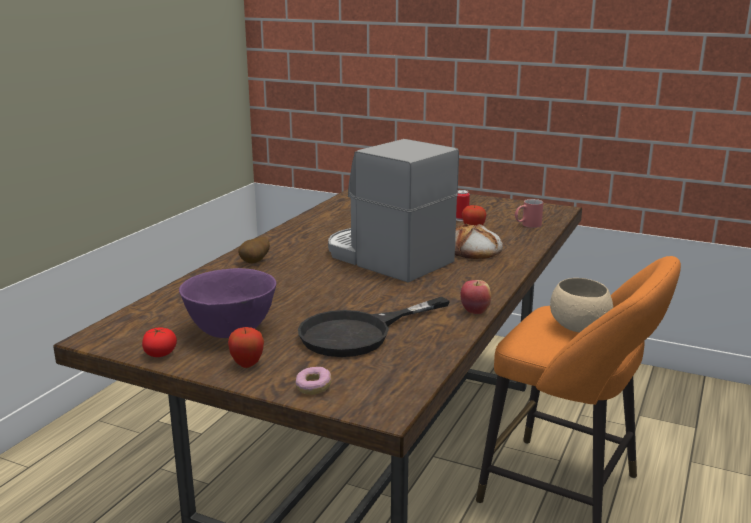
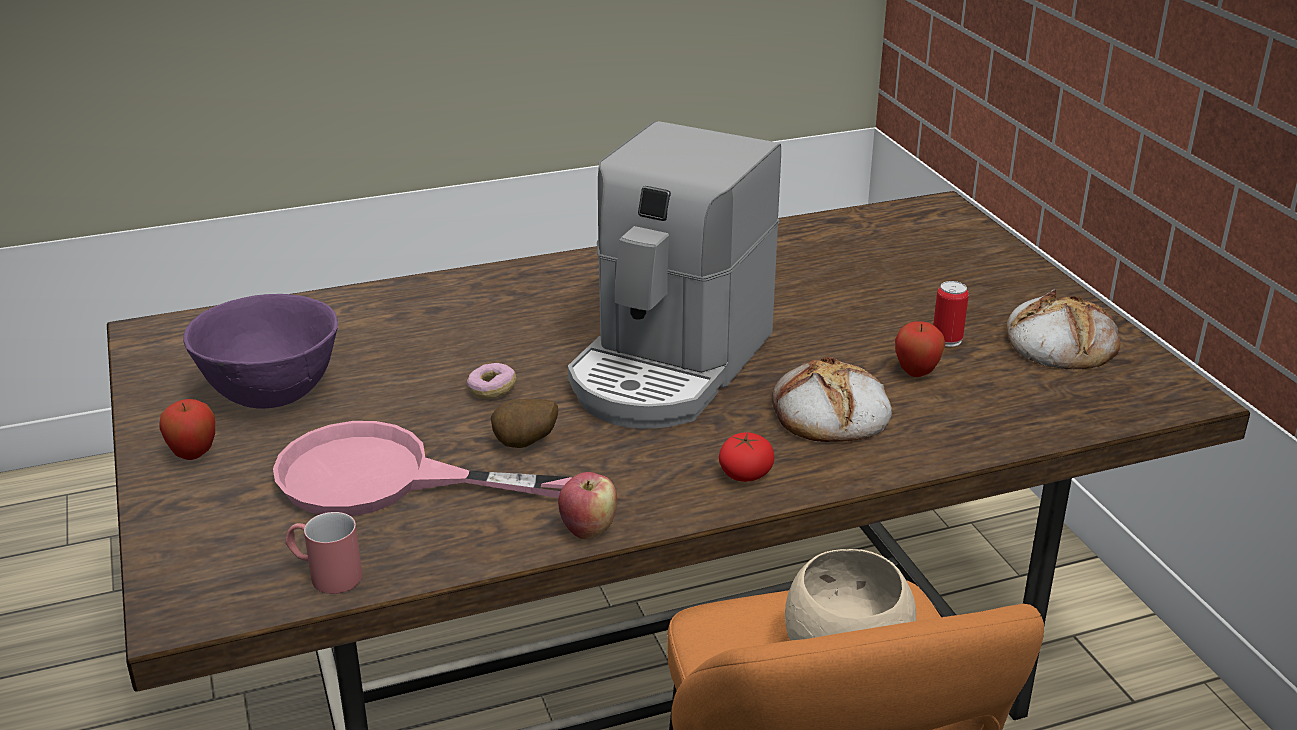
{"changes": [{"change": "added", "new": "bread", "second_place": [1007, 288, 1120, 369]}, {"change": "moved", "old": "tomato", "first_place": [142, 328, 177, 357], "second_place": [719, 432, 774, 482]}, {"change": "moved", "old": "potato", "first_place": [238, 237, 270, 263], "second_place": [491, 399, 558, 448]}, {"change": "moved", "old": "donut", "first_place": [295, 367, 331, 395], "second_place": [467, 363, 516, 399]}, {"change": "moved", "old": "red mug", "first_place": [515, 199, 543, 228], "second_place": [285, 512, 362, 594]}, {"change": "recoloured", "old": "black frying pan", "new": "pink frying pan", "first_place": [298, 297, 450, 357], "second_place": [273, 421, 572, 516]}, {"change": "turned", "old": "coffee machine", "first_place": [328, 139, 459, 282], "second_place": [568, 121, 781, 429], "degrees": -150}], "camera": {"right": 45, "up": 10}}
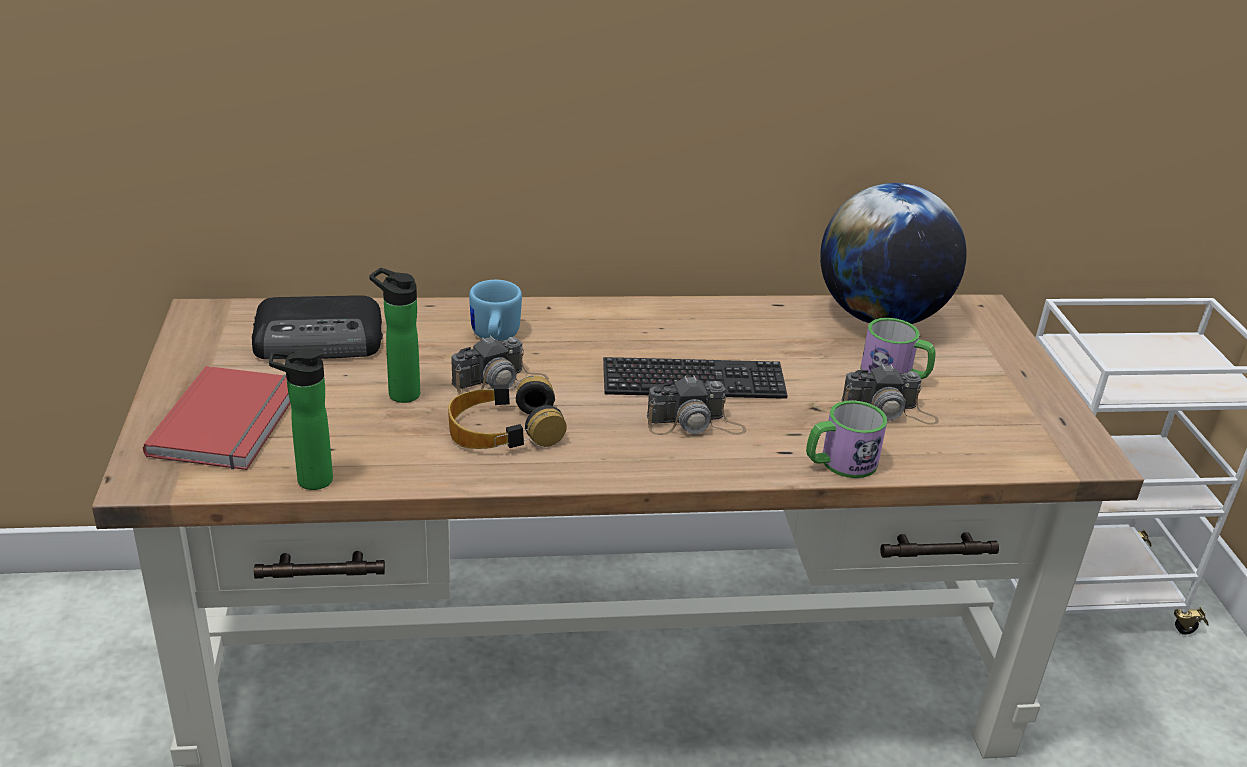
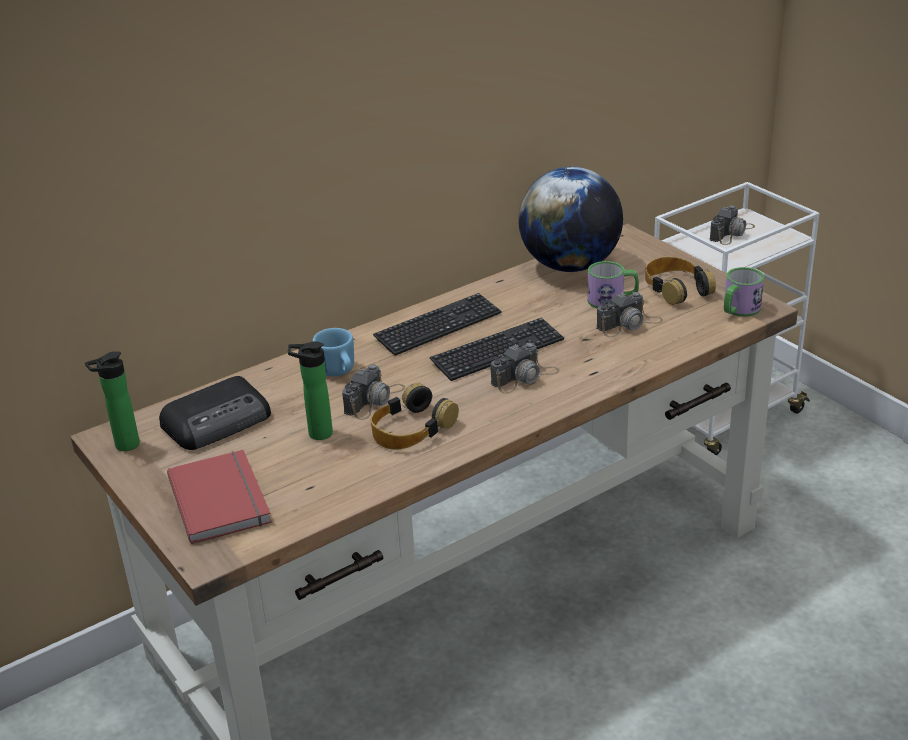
{"changes": [{"change": "added", "new": "keyboard", "second_place": [373, 293, 501, 356]}, {"change": "added", "new": "headphones", "second_place": [645, 257, 716, 305]}, {"change": "added", "new": "photo camera", "second_place": [710, 205, 755, 245]}, {"change": "moved", "old": "bottle", "first_place": [269, 348, 333, 490], "second_place": [85, 351, 140, 451]}, {"change": "moved", "old": "mug", "first_place": [806, 400, 887, 478], "second_place": [724, 267, 764, 317]}], "camera": {"right": -25, "up": 0}}
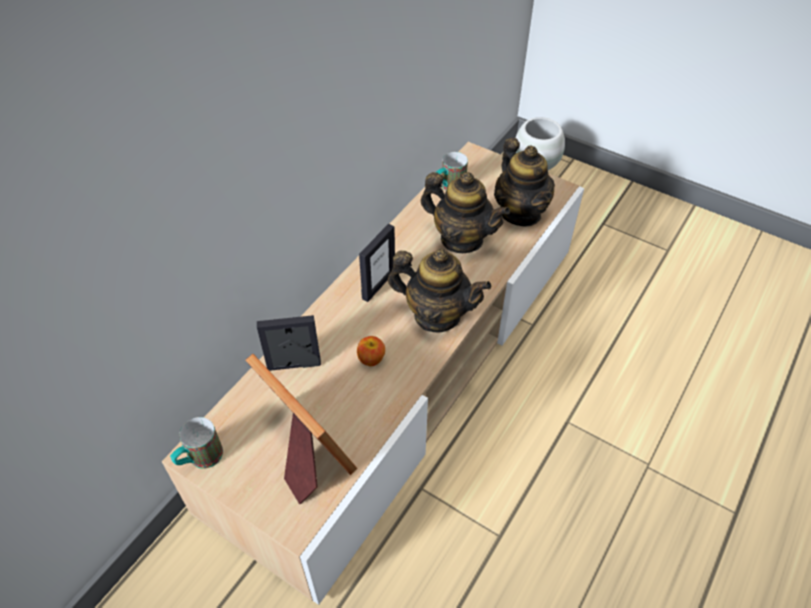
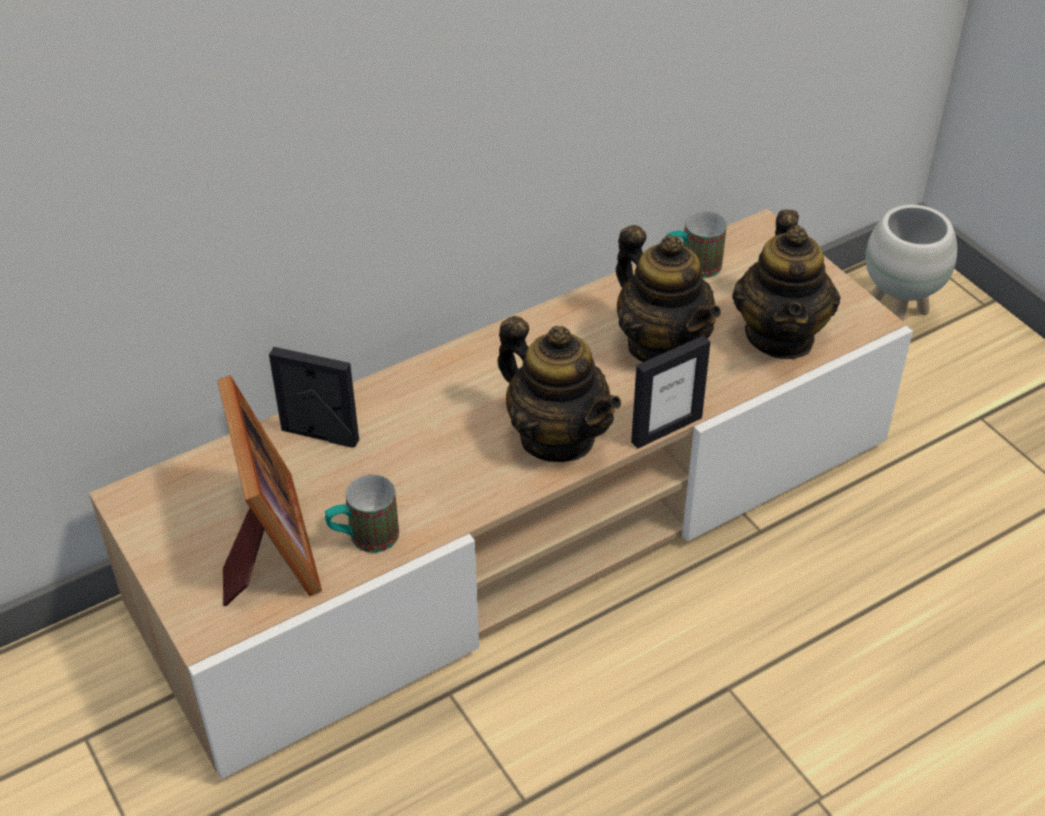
{"changes": [{"change": "removed", "old": "apple", "first_place": [357, 336, 385, 366]}, {"change": "moved", "old": "mug", "first_place": [170, 417, 223, 469], "second_place": [325, 474, 399, 553]}, {"change": "moved", "old": "picture frame", "first_place": [359, 224, 395, 302], "second_place": [631, 335, 711, 449]}], "camera": {"right": 25, "up": -5}}
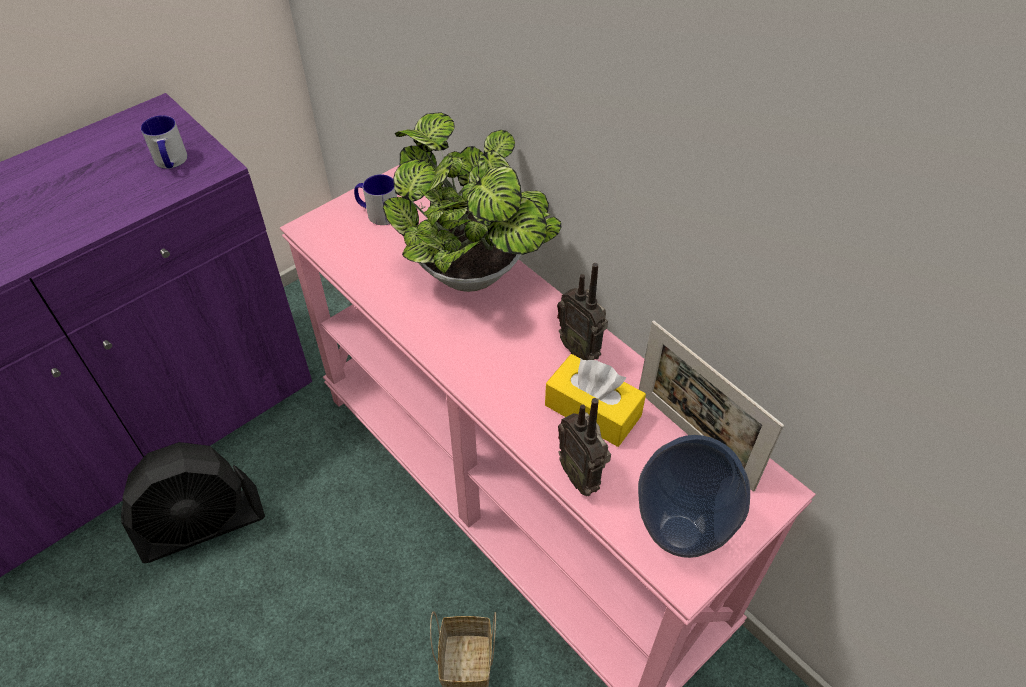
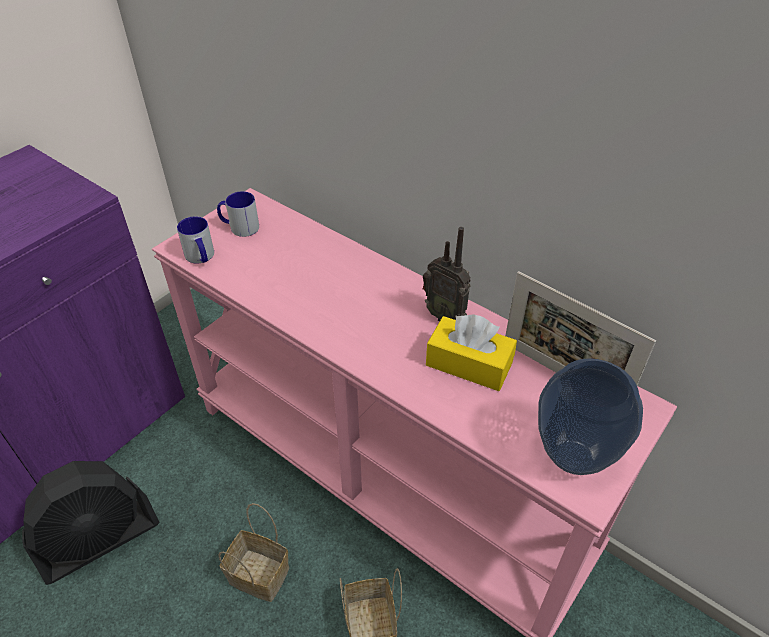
{"changes": [{"change": "removed", "old": "potted plant", "first_place": [383, 112, 561, 292]}, {"change": "removed", "old": "radio", "first_place": [558, 398, 611, 496]}, {"change": "added", "new": "basket", "second_place": [218, 503, 289, 602]}, {"change": "moved", "old": "mug", "first_place": [141, 115, 187, 169], "second_place": [177, 216, 214, 264]}], "camera": {"right": -10, "up": -5}}
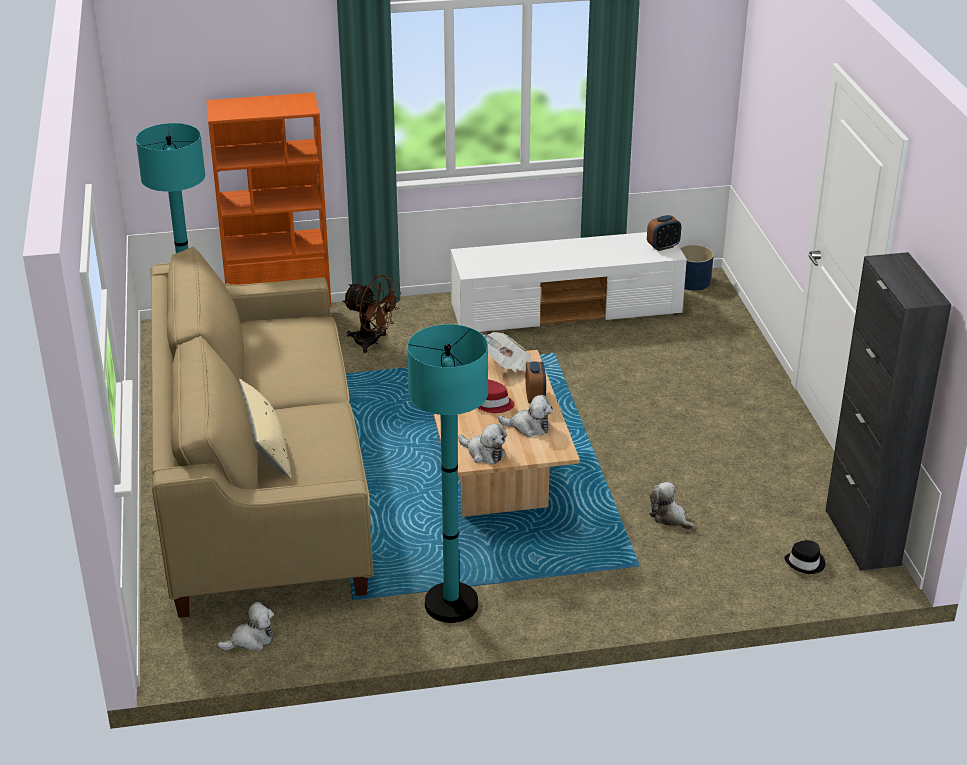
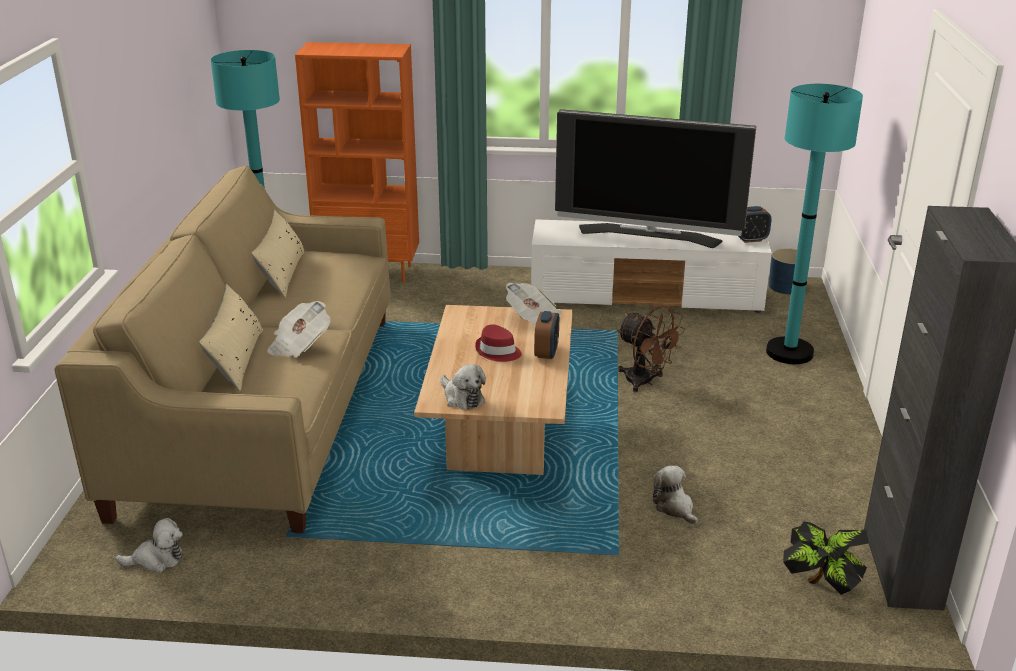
{"changes": [{"change": "removed", "old": "plush toy", "first_place": [498, 395, 553, 437]}, {"change": "added", "new": "beige pillow", "second_place": [251, 210, 305, 297]}, {"change": "added", "new": "newspaper", "second_place": [267, 301, 331, 358]}, {"change": "added", "new": "television", "second_place": [555, 109, 756, 248]}, {"change": "moved", "old": "brown fan", "first_place": [343, 275, 401, 353], "second_place": [617, 305, 685, 392]}, {"change": "moved", "old": "turquoise floor lamp", "first_place": [407, 324, 488, 623], "second_place": [766, 84, 863, 364]}, {"change": "replaced", "old": "black hat", "new": "potted plant", "first_place": [784, 540, 825, 574], "second_place": [783, 521, 869, 595]}], "camera": {"right": 15, "up": -5}}
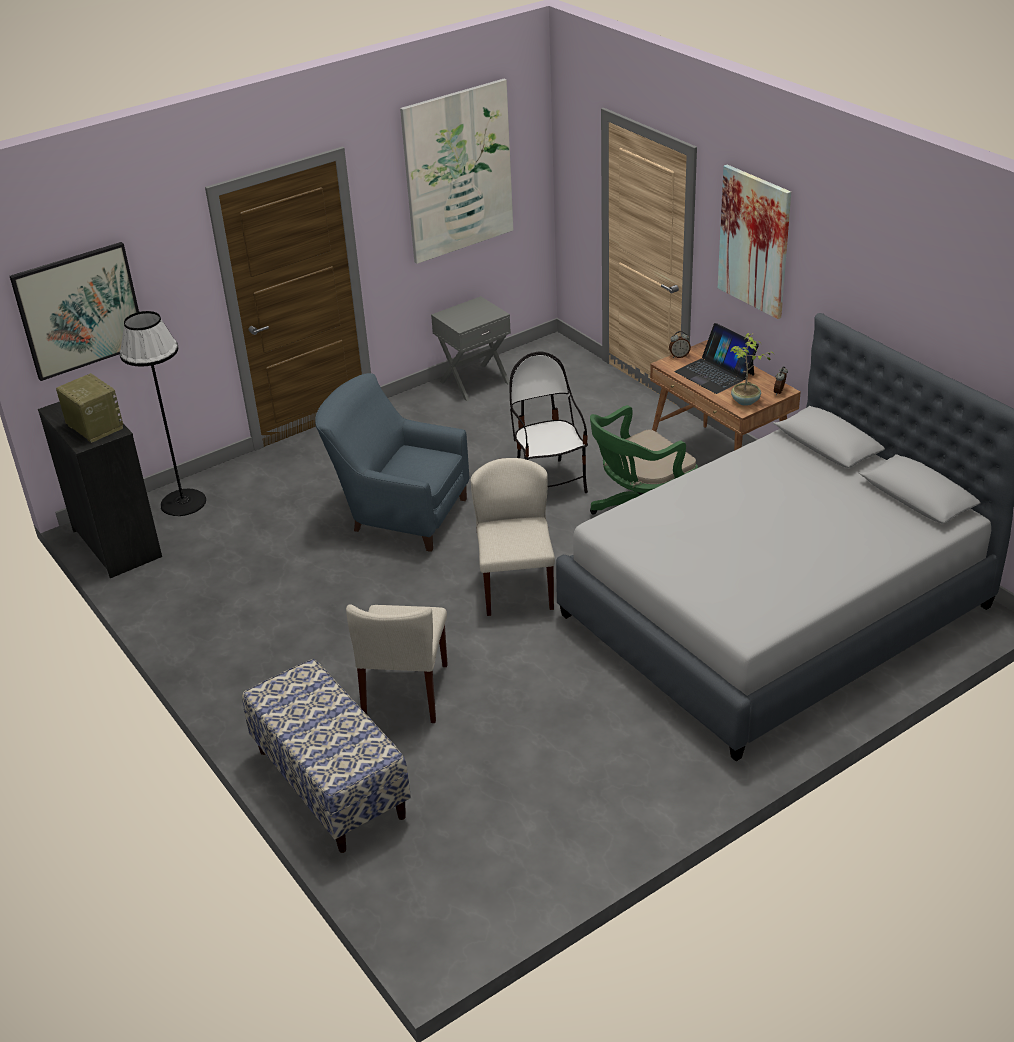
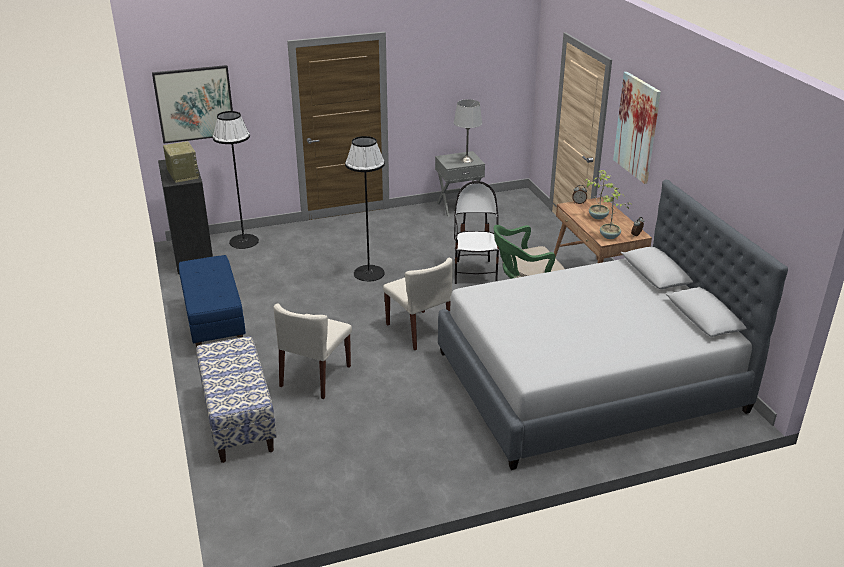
{"changes": [{"change": "removed", "old": "picture", "first_place": [400, 79, 514, 264]}, {"change": "added", "new": "blue bench", "second_place": [179, 255, 246, 348]}, {"change": "added", "new": "grey table lamp", "second_place": [454, 99, 482, 163]}, {"change": "replaced", "old": "blue armchair", "new": "black floor lamp", "first_place": [315, 373, 469, 552], "second_place": [345, 136, 385, 282]}, {"change": "replaced", "old": "laptop", "new": "potted plant", "first_place": [674, 323, 759, 394], "second_place": [585, 170, 615, 220]}, {"change": "turned", "old": "beige chair", "first_place": [471, 458, 555, 616], "second_place": [383, 258, 453, 350], "degrees": 135}], "camera": {"right": 15, "up": -5}}
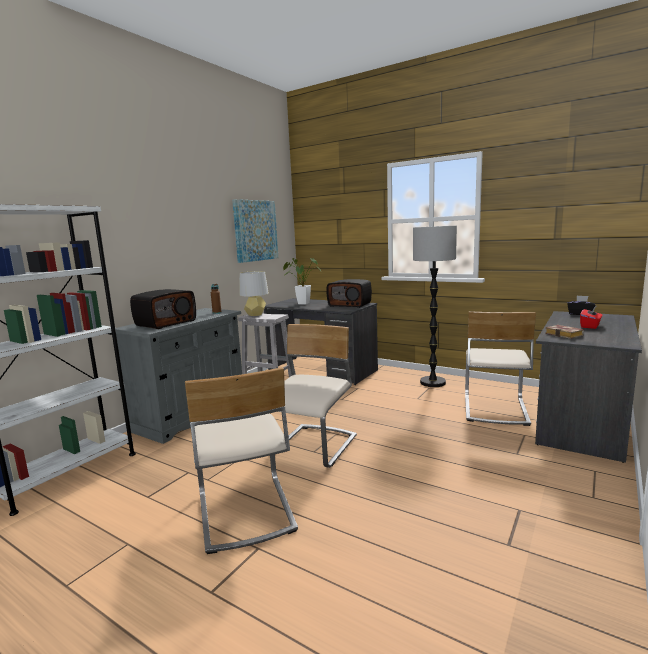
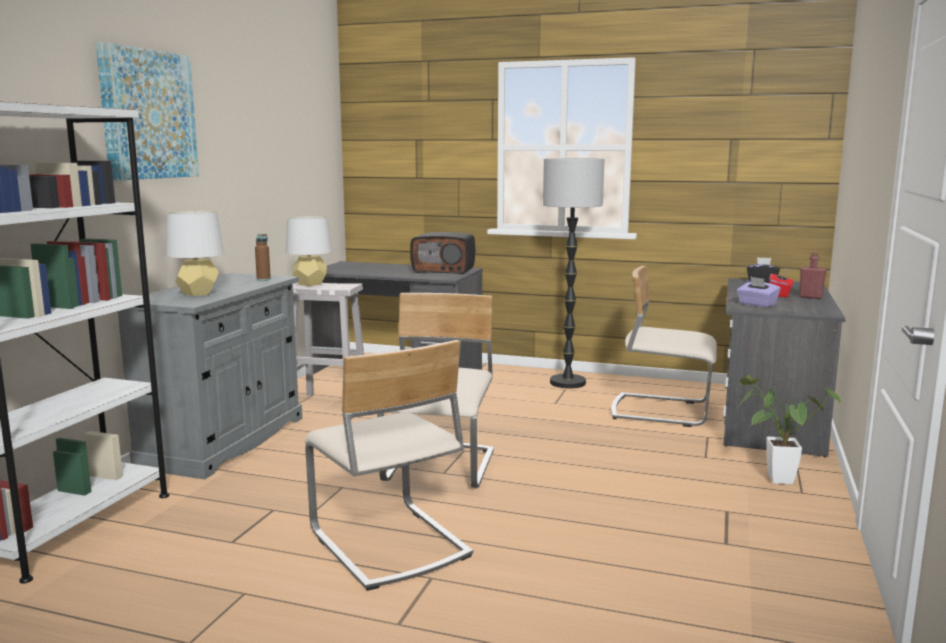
{"changes": [{"change": "added", "new": "red bottle", "second_place": [799, 253, 827, 299]}, {"change": "moved", "old": "picture", "first_place": [232, 199, 278, 263], "second_place": [96, 42, 199, 181]}, {"change": "moved", "old": "potted plant", "first_place": [283, 258, 321, 305], "second_place": [739, 375, 841, 485]}, {"change": "replaced", "old": "radio", "new": "grey table lamp", "first_place": [130, 289, 196, 329], "second_place": [166, 211, 224, 296]}, {"change": "replaced", "old": "book", "new": "purple tissue box", "first_place": [545, 325, 584, 339], "second_place": [737, 276, 780, 307]}, {"change": "turned", "old": "beige chair", "first_place": [465, 311, 536, 426], "second_place": [611, 266, 717, 427], "degrees": 105}], "camera": {"right": -15, "up": 0}}
